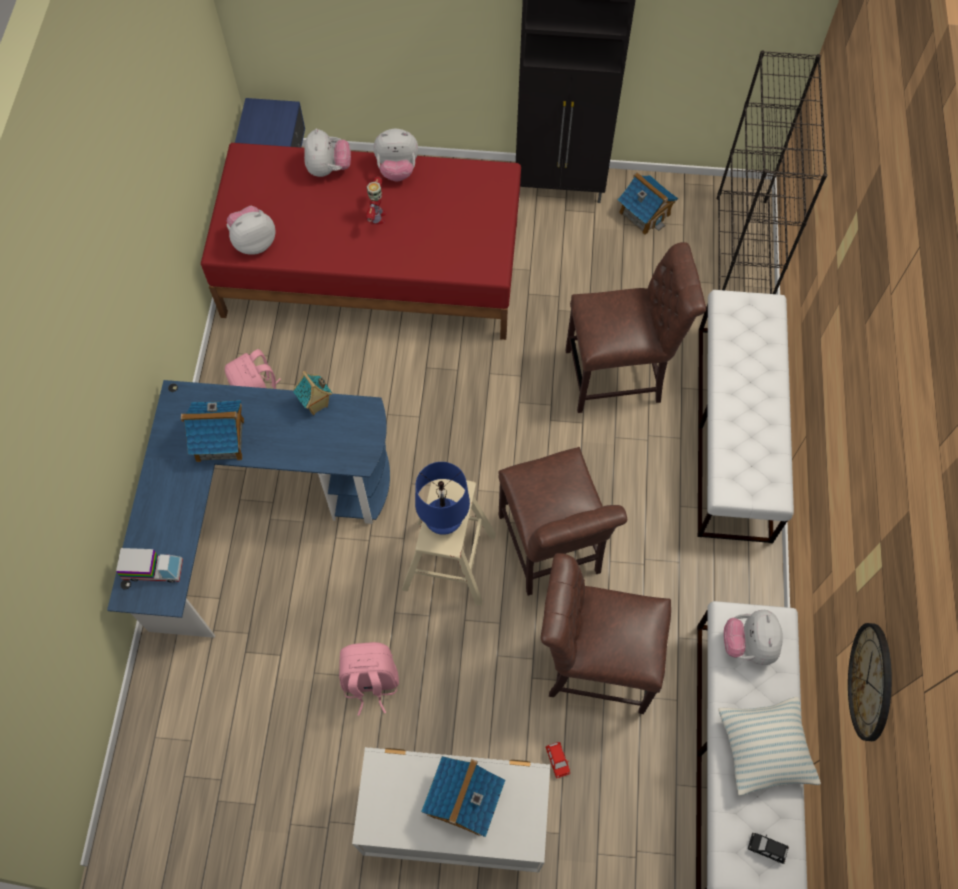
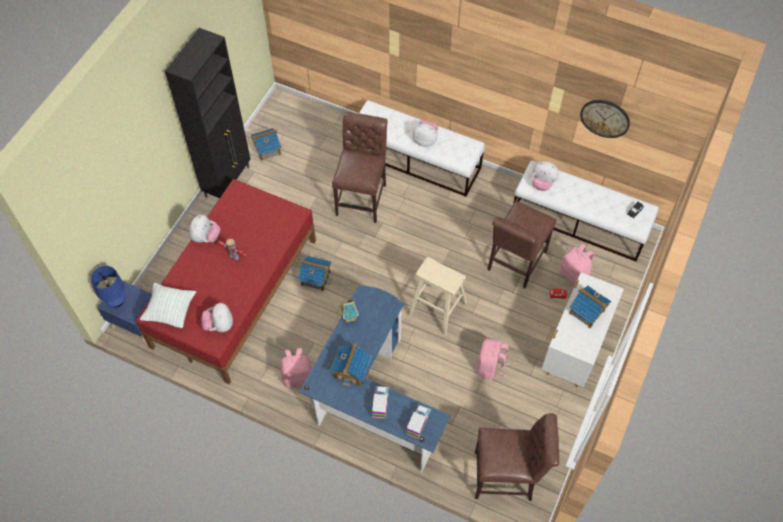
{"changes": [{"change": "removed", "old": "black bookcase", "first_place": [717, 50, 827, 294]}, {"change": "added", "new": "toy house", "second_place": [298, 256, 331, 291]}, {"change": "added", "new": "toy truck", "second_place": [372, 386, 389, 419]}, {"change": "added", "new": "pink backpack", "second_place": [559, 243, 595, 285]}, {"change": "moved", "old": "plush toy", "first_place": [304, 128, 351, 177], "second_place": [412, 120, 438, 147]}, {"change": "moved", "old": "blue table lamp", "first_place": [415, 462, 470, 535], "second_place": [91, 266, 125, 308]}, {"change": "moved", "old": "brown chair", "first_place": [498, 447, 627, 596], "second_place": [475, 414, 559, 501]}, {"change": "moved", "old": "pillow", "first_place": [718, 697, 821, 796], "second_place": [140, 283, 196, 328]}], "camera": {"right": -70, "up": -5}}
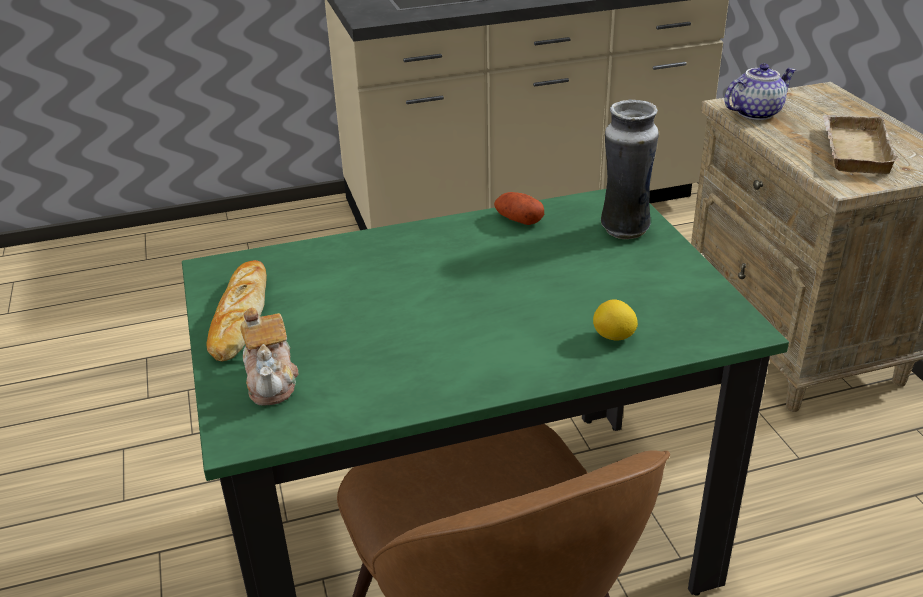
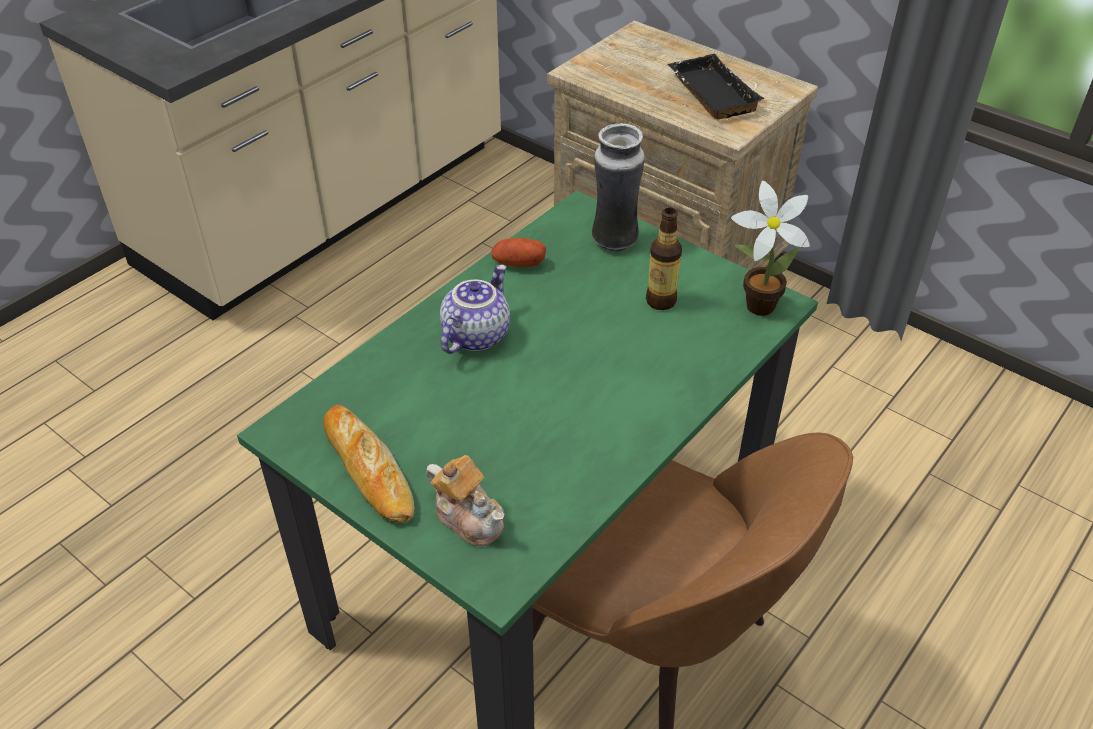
{"changes": [{"change": "removed", "old": "lemon", "first_place": [593, 299, 638, 340]}, {"change": "added", "new": "bottle", "second_place": [646, 208, 682, 310]}, {"change": "added", "new": "potted plant", "second_place": [731, 181, 810, 316]}, {"change": "moved", "old": "teapot", "first_place": [724, 63, 796, 120], "second_place": [440, 265, 510, 354]}, {"change": "recoloured", "old": "beige tray", "new": "black tray", "first_place": [822, 115, 900, 174], "second_place": [668, 54, 764, 119]}], "camera": {"right": -35, "up": 10}}
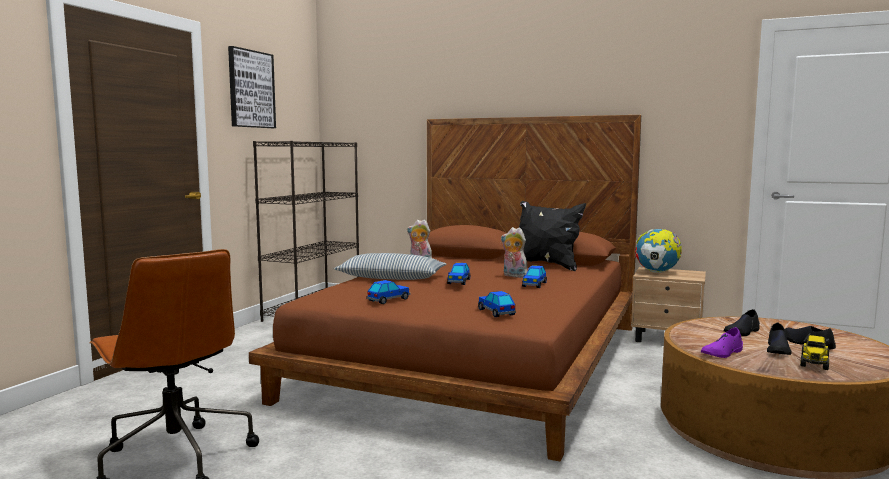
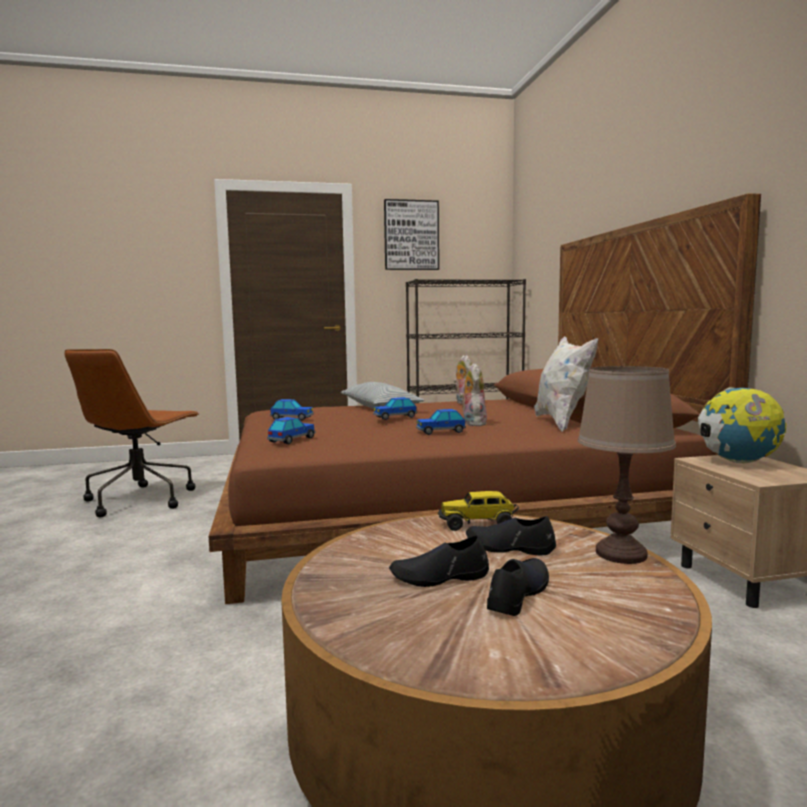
{"changes": [{"change": "removed", "old": "purple shoe", "first_place": [701, 327, 743, 358]}, {"change": "added", "new": "brown table lamp", "second_place": [578, 366, 676, 564]}, {"change": "moved", "old": "toy truck", "first_place": [800, 335, 829, 370], "second_place": [438, 491, 519, 531]}, {"change": "recoloured", "old": "black pillow", "new": "white pillow", "first_place": [519, 201, 586, 271], "second_place": [534, 337, 598, 432]}], "camera": {"right": 55, "up": 0}}
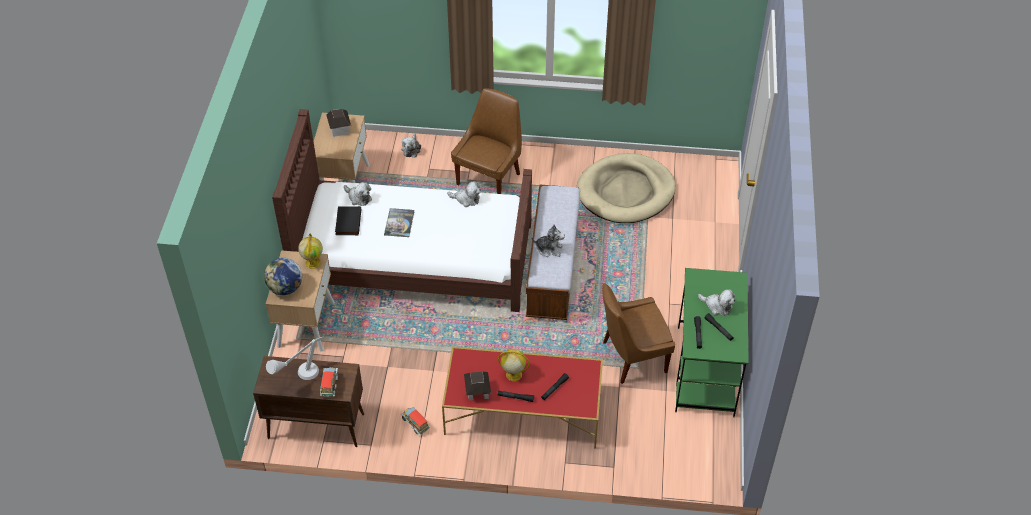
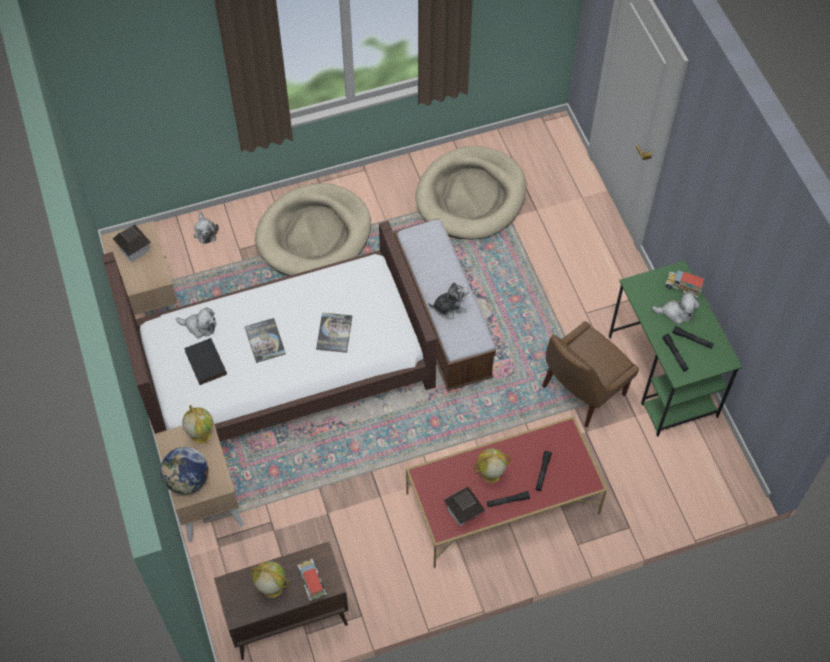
{"changes": [{"change": "removed", "old": "plush toy", "first_place": [447, 181, 481, 207]}, {"change": "added", "new": "book", "second_place": [316, 313, 353, 353]}, {"change": "moved", "old": "toy truck", "first_place": [401, 407, 430, 435], "second_place": [665, 270, 704, 298]}, {"change": "replaced", "old": "grey table lamp", "new": "globe", "first_place": [266, 336, 324, 380], "second_place": [250, 561, 289, 598]}, {"change": "replaced", "old": "brown chair", "new": "beige dog bed", "first_place": [451, 88, 522, 194], "second_place": [255, 183, 371, 276]}], "camera": {"right": -25, "up": 10}}
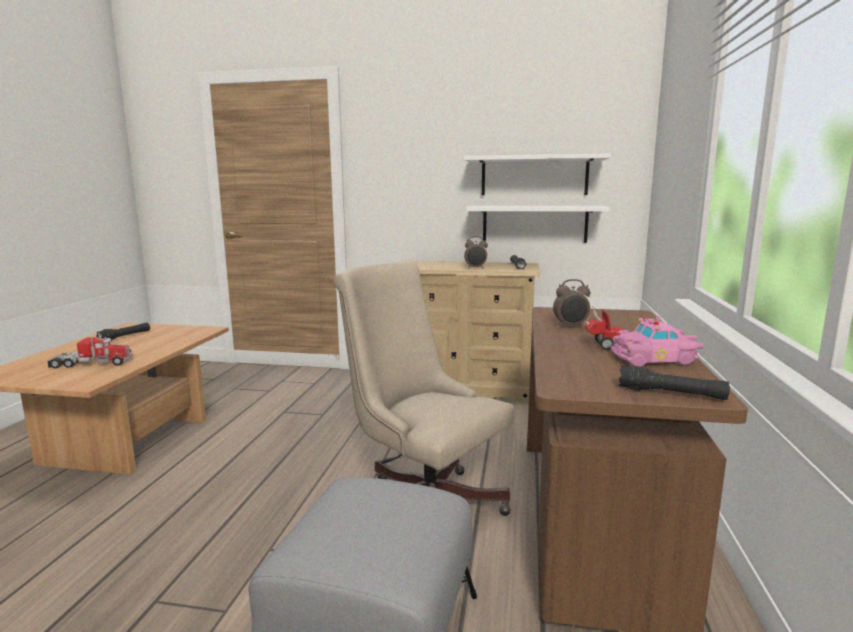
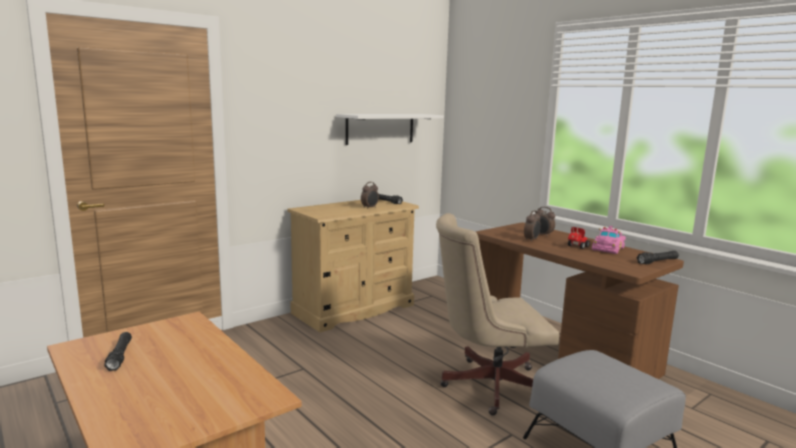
{"changes": [{"change": "removed", "old": "toy truck", "first_place": [47, 332, 133, 368]}, {"change": "removed", "old": "white shelf", "first_place": [466, 206, 610, 243]}, {"change": "added", "new": "alarm clock", "second_place": [537, 207, 555, 237]}], "camera": {"right": -50, "up": 0}}
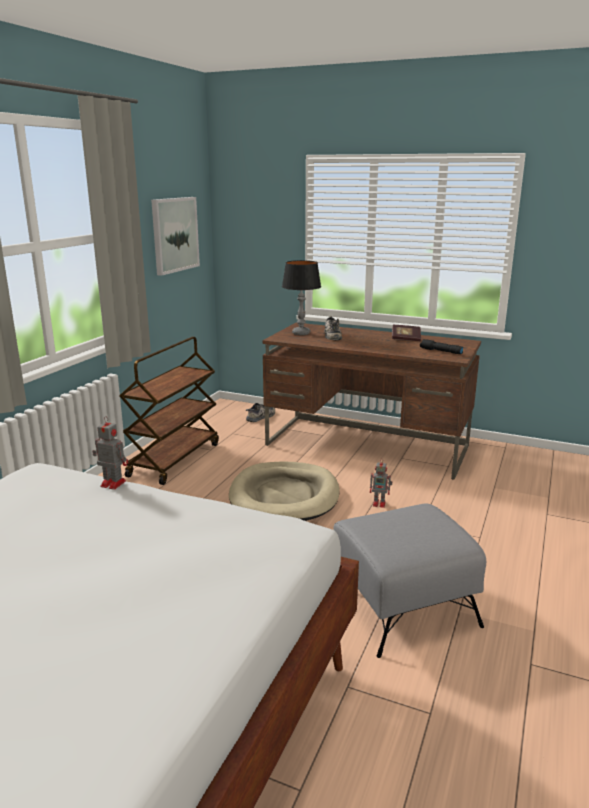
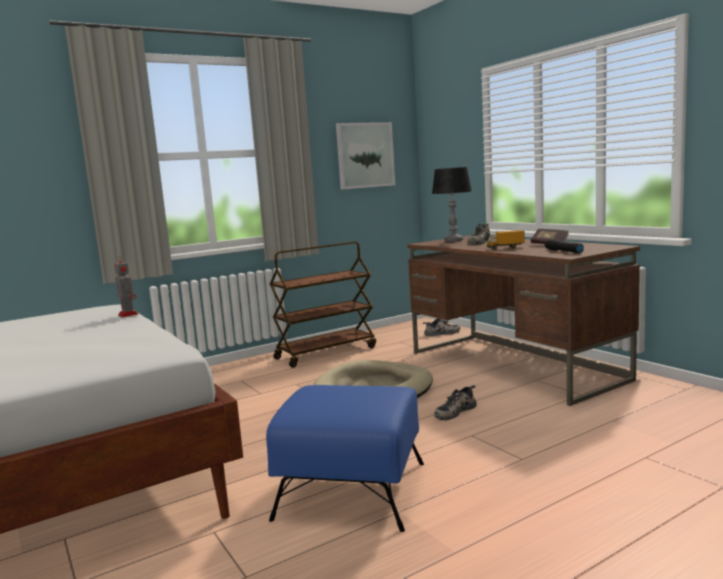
{"changes": [{"change": "added", "new": "toy truck", "second_place": [487, 230, 525, 250]}, {"change": "replaced", "old": "toy robot", "new": "shoe", "first_place": [370, 459, 392, 508], "second_place": [434, 385, 476, 420]}, {"change": "recoloured", "old": "grey ottoman", "new": "blue ottoman", "first_place": [333, 503, 486, 658], "second_place": [266, 385, 424, 532]}], "camera": {"right": 35, "up": -10}}
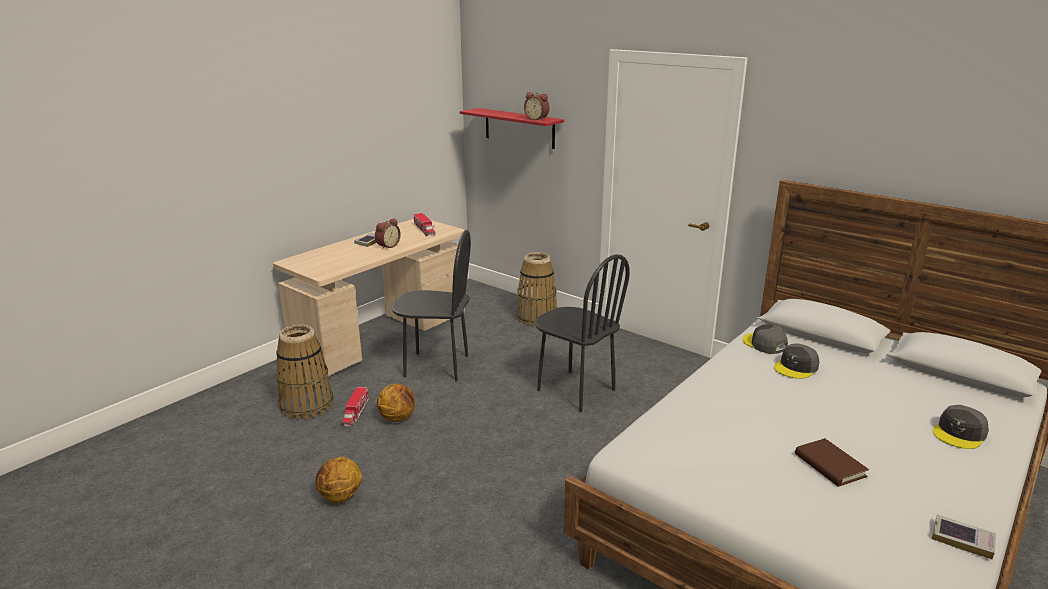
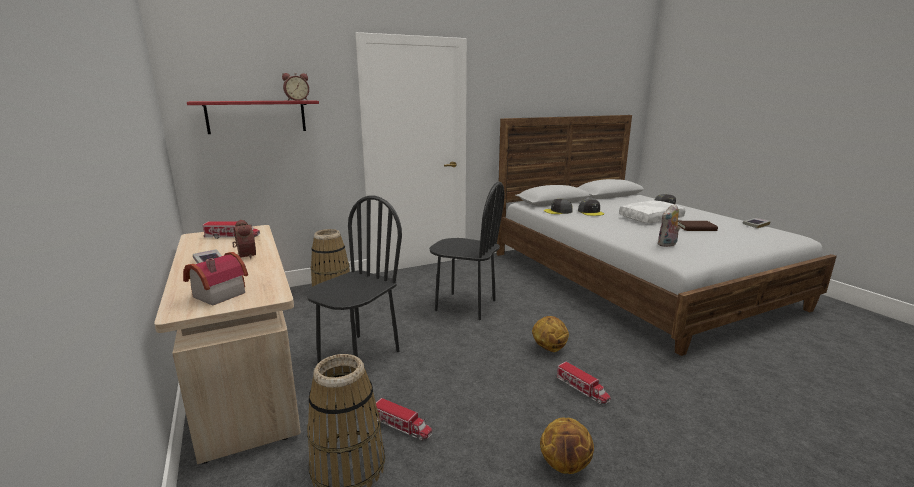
{"changes": [{"change": "added", "new": "toy house", "second_place": [183, 252, 248, 306]}, {"change": "added", "new": "toy truck", "second_place": [556, 361, 611, 405]}, {"change": "added", "new": "white pillow", "second_place": [619, 200, 685, 223]}, {"change": "added", "new": "plush toy", "second_place": [657, 204, 680, 247]}, {"change": "moved", "old": "basketball", "first_place": [377, 384, 415, 422], "second_place": [532, 316, 569, 352]}, {"change": "turned", "old": "black chair", "first_place": [535, 254, 630, 412], "second_place": [429, 182, 505, 320], "degrees": 45}], "camera": {"right": -65, "up": -5}}
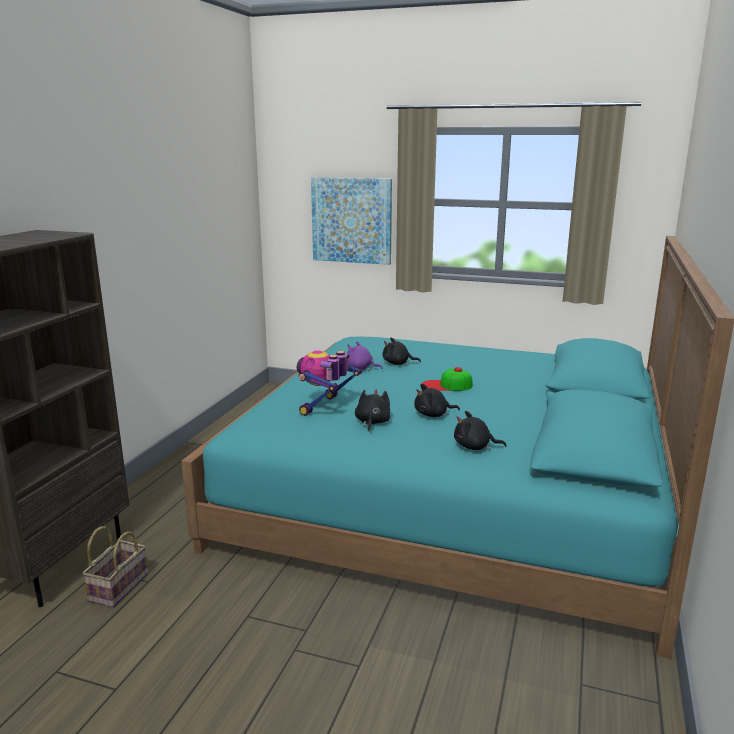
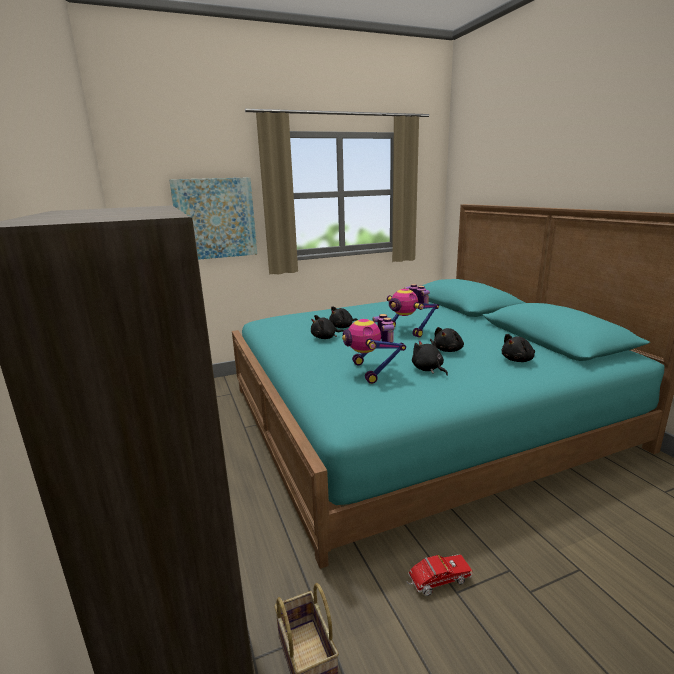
{"changes": [{"change": "added", "new": "toy truck", "second_place": [406, 554, 472, 596]}, {"change": "replaced", "old": "cap", "new": "toy robot", "first_place": [422, 367, 472, 391], "second_place": [387, 284, 439, 337]}, {"change": "recoloured", "old": "purple plush toy", "new": "black plush toy", "first_place": [347, 341, 383, 370], "second_place": [311, 315, 344, 339]}], "camera": {"right": -40, "up": 0}}
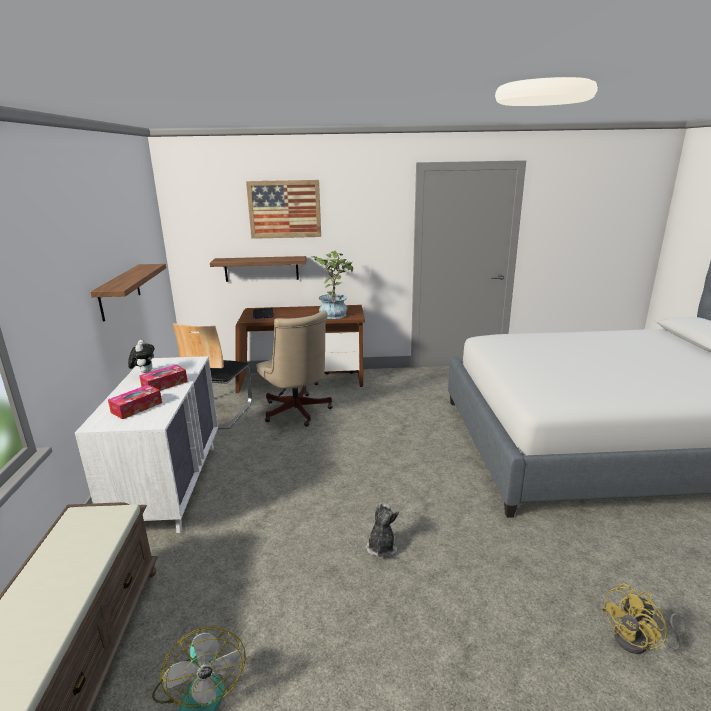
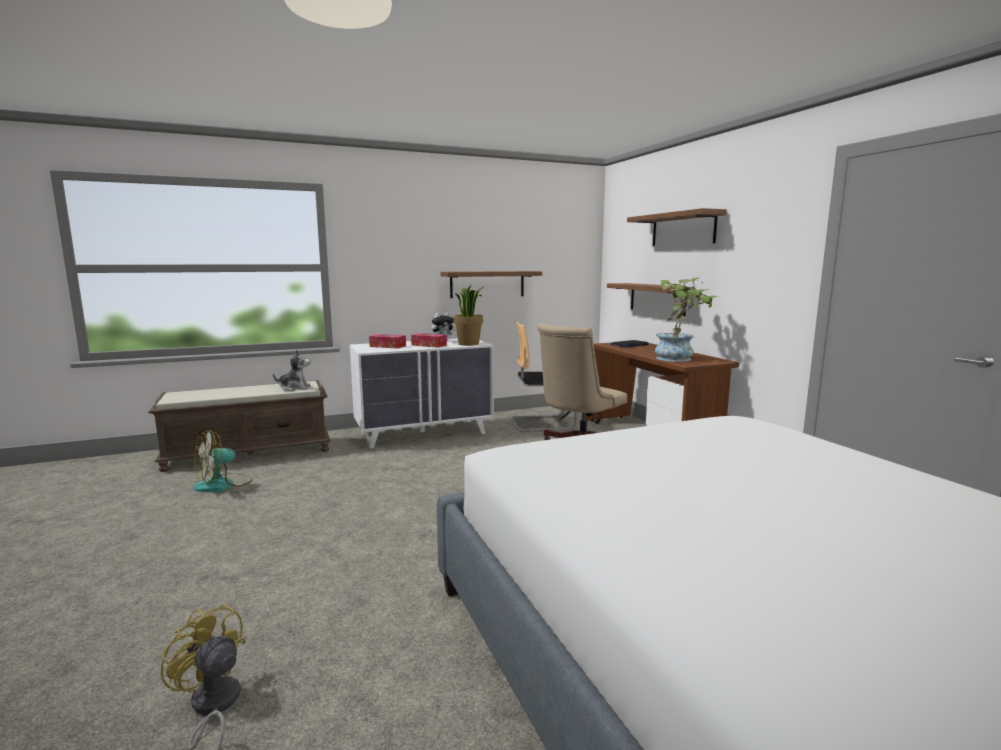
{"changes": [{"change": "added", "new": "potted plant", "second_place": [454, 285, 485, 346]}, {"change": "moved", "old": "plush toy", "first_place": [366, 503, 399, 557], "second_place": [273, 350, 311, 391]}, {"change": "replaced", "old": "picture", "new": "shelf", "first_place": [246, 180, 321, 239], "second_place": [627, 208, 727, 246]}], "camera": {"right": 70, "up": -10}}
